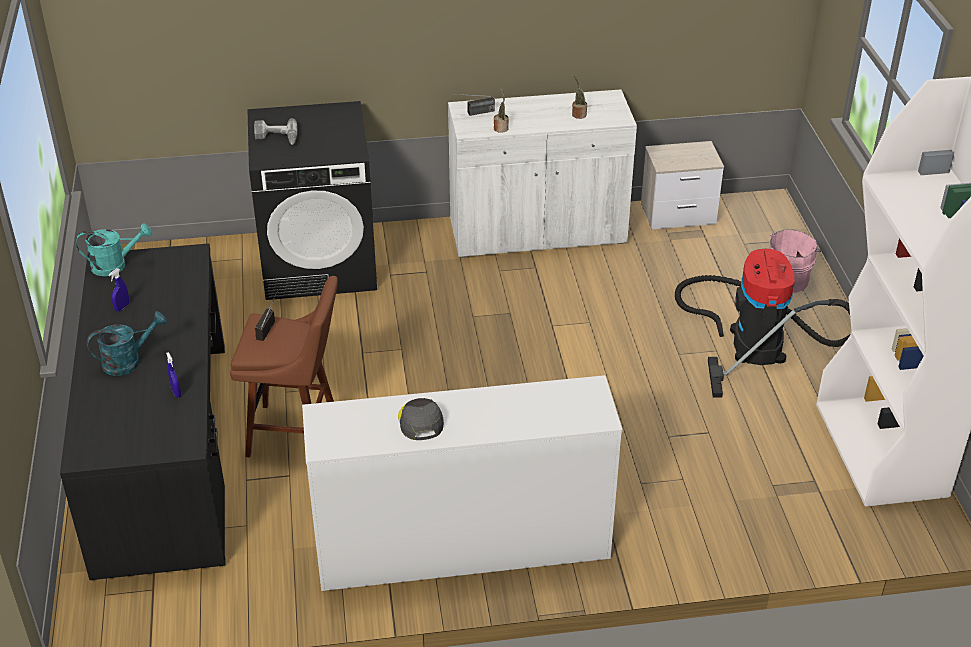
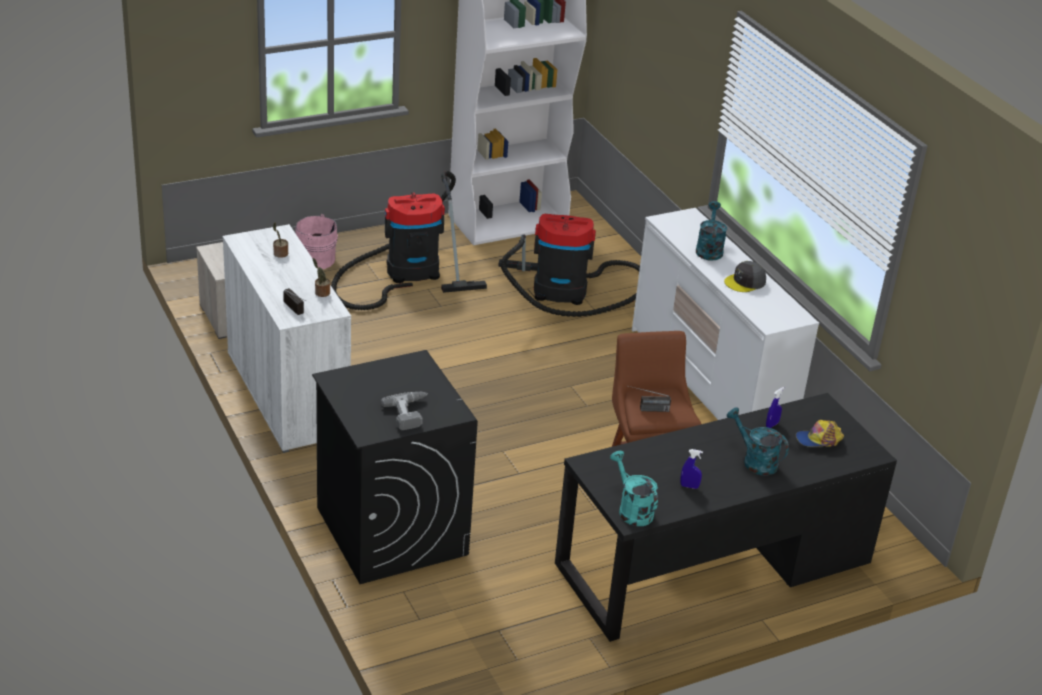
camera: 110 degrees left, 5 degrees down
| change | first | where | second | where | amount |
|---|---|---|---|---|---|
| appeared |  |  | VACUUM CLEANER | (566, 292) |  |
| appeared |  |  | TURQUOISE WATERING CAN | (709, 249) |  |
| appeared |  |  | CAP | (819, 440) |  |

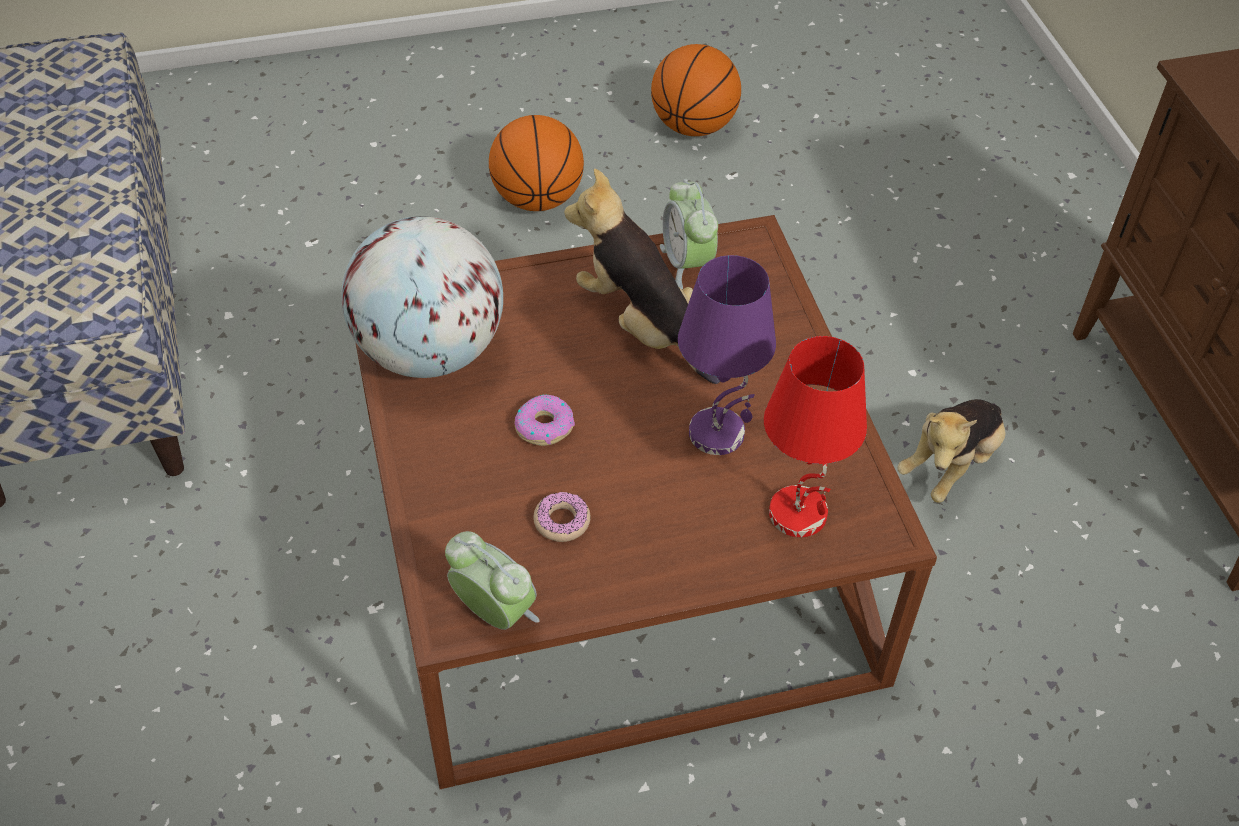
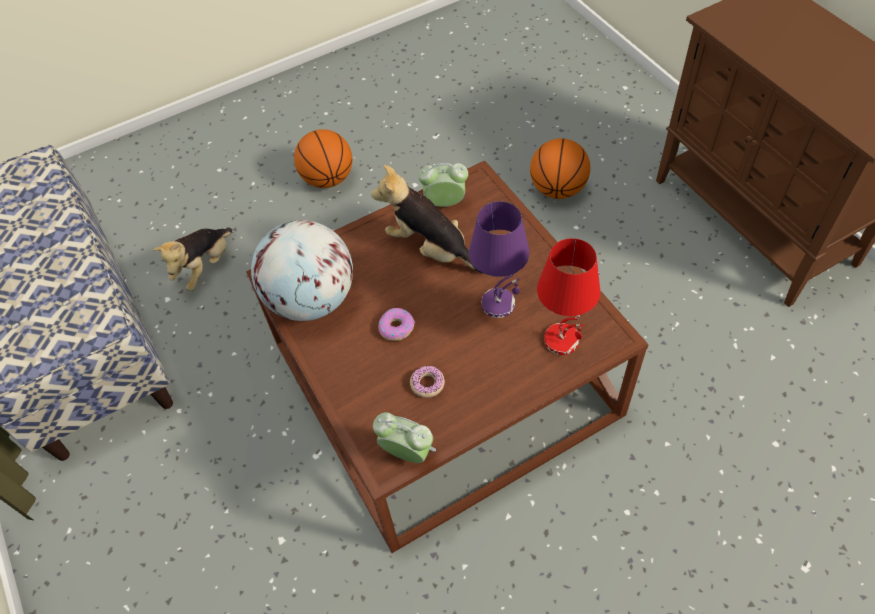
camera: 10 degrees left, 5 degrees up
| change | first | where | second | where | amount |
|---|---|---|---|---|---|
| relocated | BASKETBALL | (693, 126) |  | (557, 189) |  |
| spun | ALARM CLOCK | (687, 263) |  | (445, 203) | 120 degrees clockwise |
| relocated | PLUSH TOY | (951, 464) |  | (205, 267) |  |

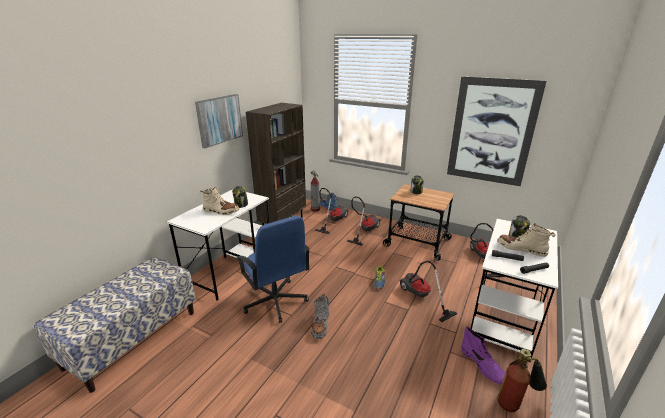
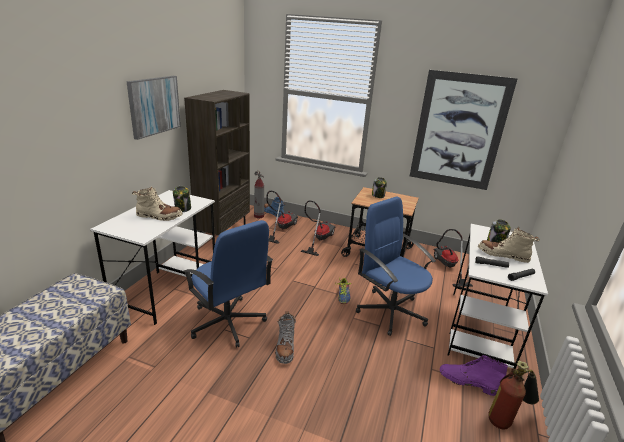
camera: 10 degrees left, 0 degrees up
| change | first | where | second | where | amount |
|---|---|---|---|---|---|
| exchanged | VACUUM CLEANER | (420, 297) | BLUE OFFICE CHAIR | (390, 311) |  |
| spun | PURPLE BOOT | (483, 365) |  | (467, 382) | 150 degrees clockwise |

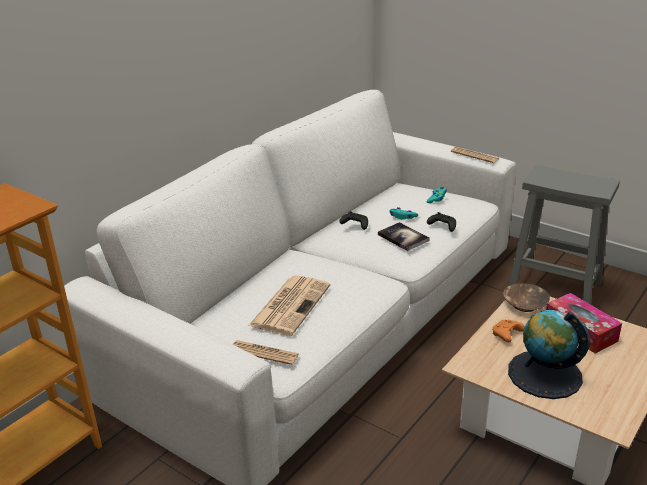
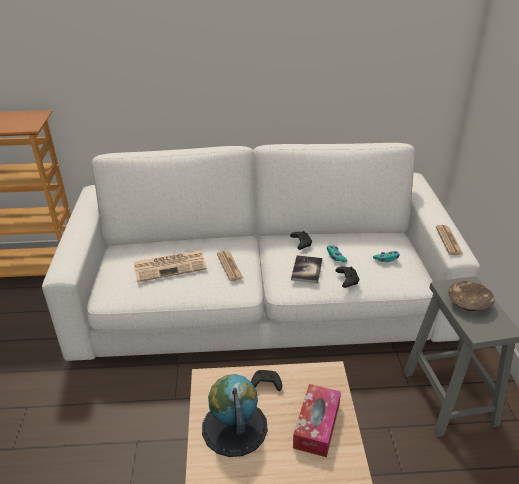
camera: 50 degrees right, 5 degrees up
| change | first | where | second | where | amount |
|---|---|---|---|---|---|
| relocated | NEWSPAPER | (264, 353) |  | (229, 266) |  |
| colour | ORANGE GAME CONTROLLER | (507, 335) | BLACK GAME CONTROLLER | (265, 384) |  |
| relocated | BROWN BOWL | (524, 304) |  | (469, 303) |  |

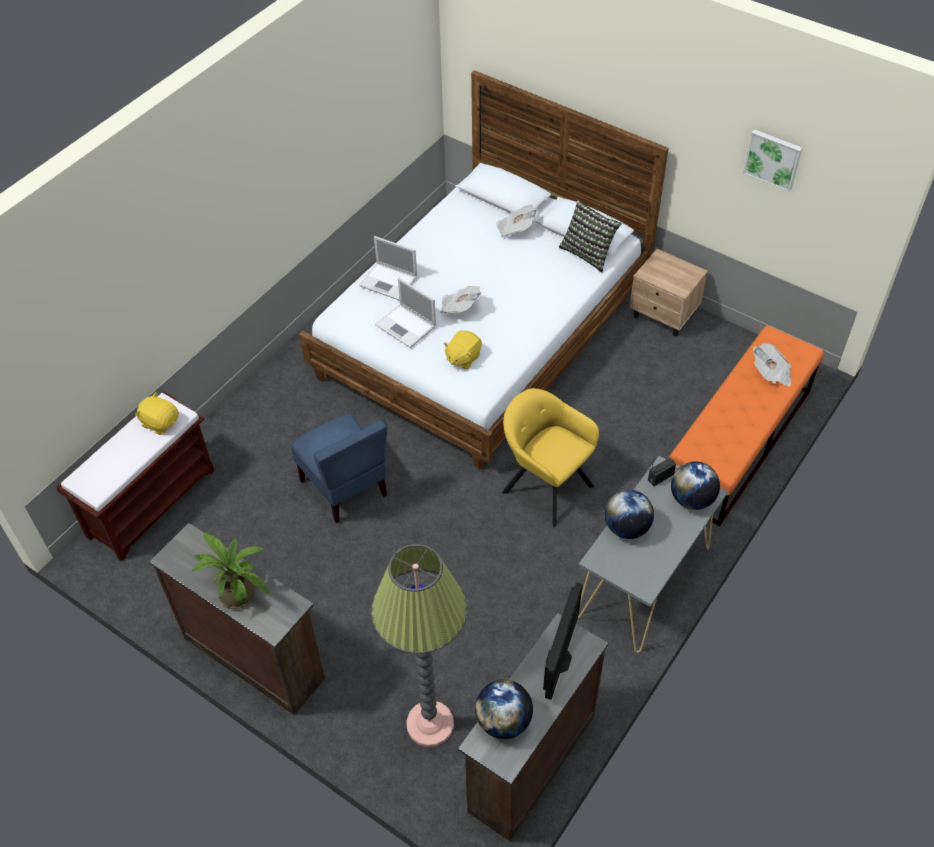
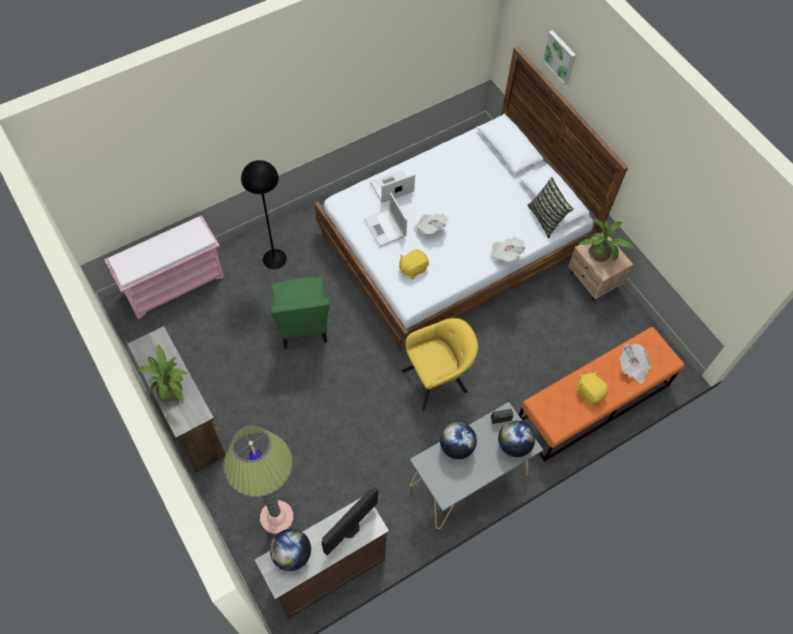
camera: 20 degrees right, 10 degrees up
| change | first | where | second | where | amount |
|---|---|---|---|---|---|
| colour | BROWN BENCH | (152, 502) | PINK BENCH | (175, 284) |  |
| relocated | YELLOW PLUSH TOY | (160, 422) |  | (590, 392) |  |
| colour | BLUE CHAIR | (345, 487) | GREEN CHAIR | (302, 325) |  |
| spun | LAPTOP | (389, 282) |  | (391, 188) | 105 degrees clockwise |
| relocated | NEWSPAPER | (515, 229) |  | (505, 253) |  |
| spun | YELLOW ARMCHAIR | (545, 485) |  | (438, 379) | 90 degrees clockwise |
| relocated | PICTURE | (773, 159) |  | (560, 56) |  |
| appeared |  |  | BLACK FLOOR LAMP | (274, 259) |  |
| appeared |  |  | POTTED PLANT | (601, 255) |  |

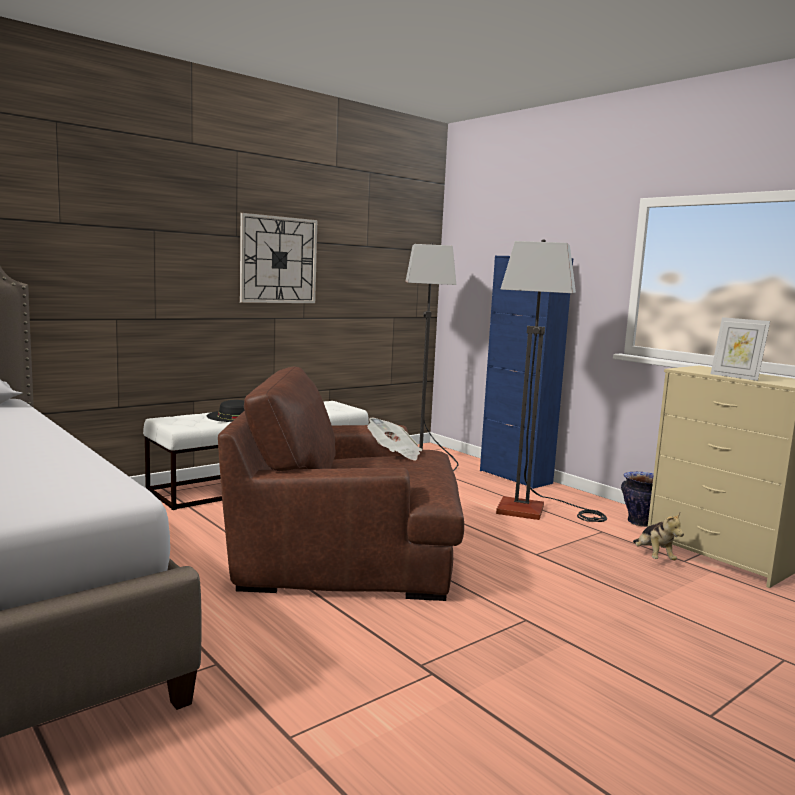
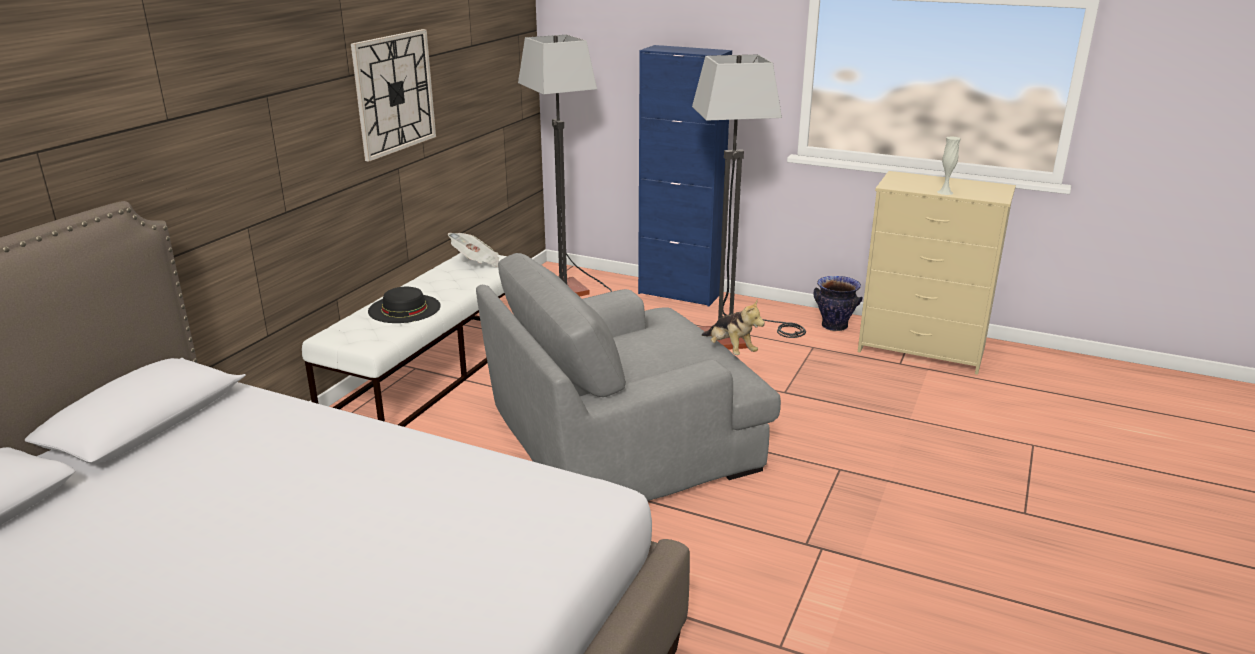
camera: 25 degrees left, 15 degrees up
| change | first | where | second | where | amount |
|---|---|---|---|---|---|
| colour | BROWN ARMCHAIR | (345, 551) | GREY ARMCHAIR | (621, 441) |  |
| relocated | NEWSPAPER | (394, 454) |  | (477, 263) |  |
| relocated | PLUSH TOY | (653, 557) |  | (730, 350) |  |
| exchanged | PICTURE FRAME | (735, 377) | WHITE VASE | (945, 192) |  |

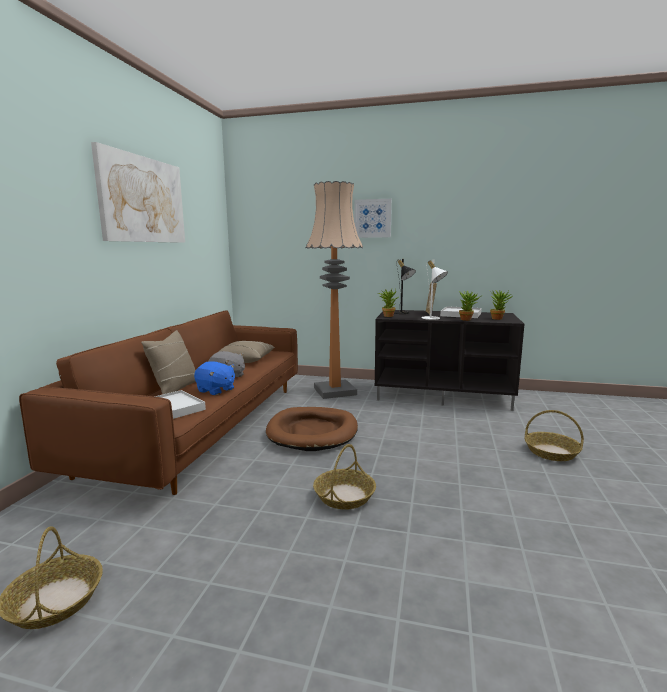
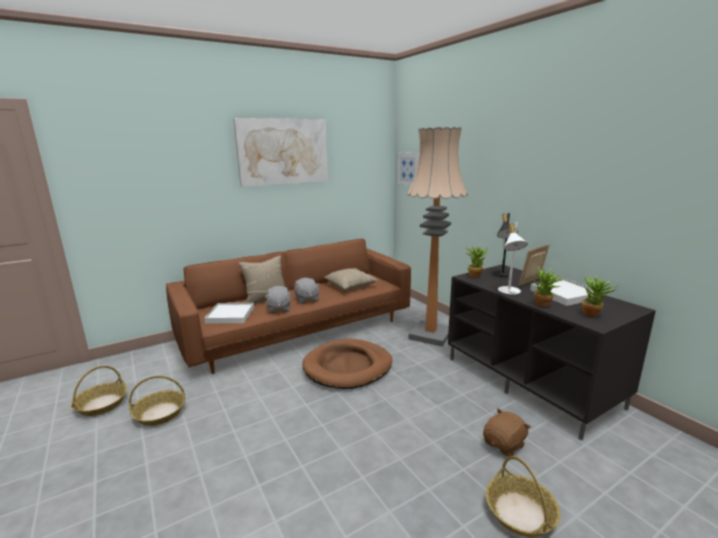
camera: 45 degrees right, 5 degrees up
| change | first | where | second | where | amount |
|---|---|---|---|---|---|
| colour | BLUE PLUSH TOY | (216, 390) | GREY PLUSH TOY | (279, 309) |  |
| relocated | BASKET | (344, 496) |  | (160, 413) |  |
| relocated | PICTURE | (372, 218) |  | (408, 168) |  |
| appeared |  |  | BROWN PLUSH TOY | (504, 445) |  |

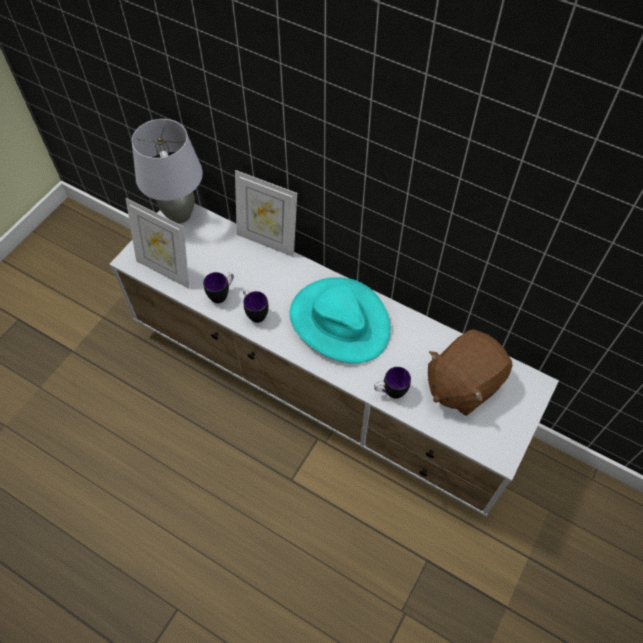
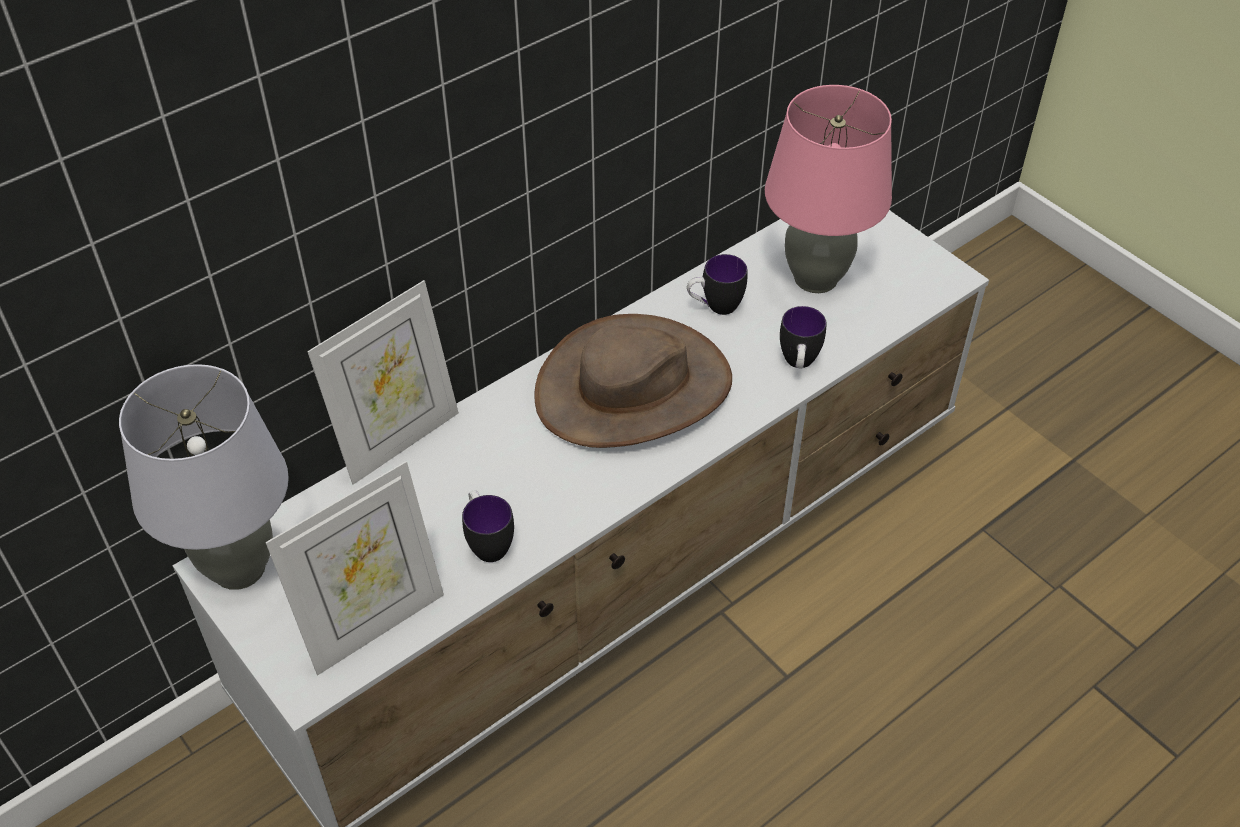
camera: 70 degrees left, 10 degrees down
| change | first | where | second | where | amount |
|---|---|---|---|---|---|
| relocated | MUG | (255, 313) |  | (714, 307) |  |
| colour | TURQUOISE HAT | (339, 322) | BROWN HAT | (633, 389) |  |
| exchanged | BROWN PLUSH TOY | (462, 384) | PINK TABLE LAMP | (815, 278) |  |

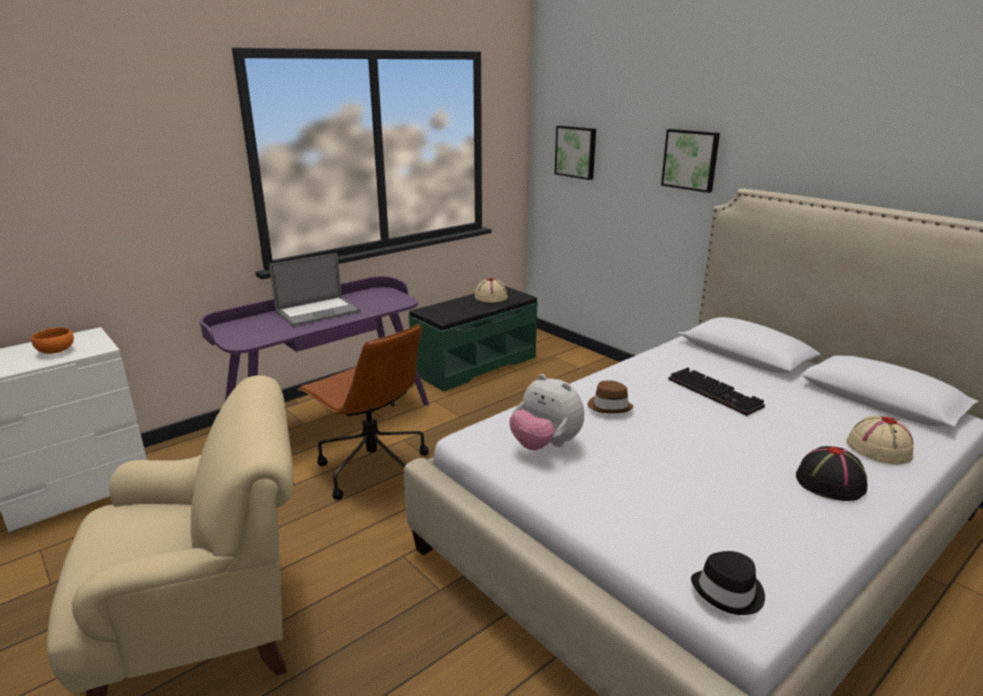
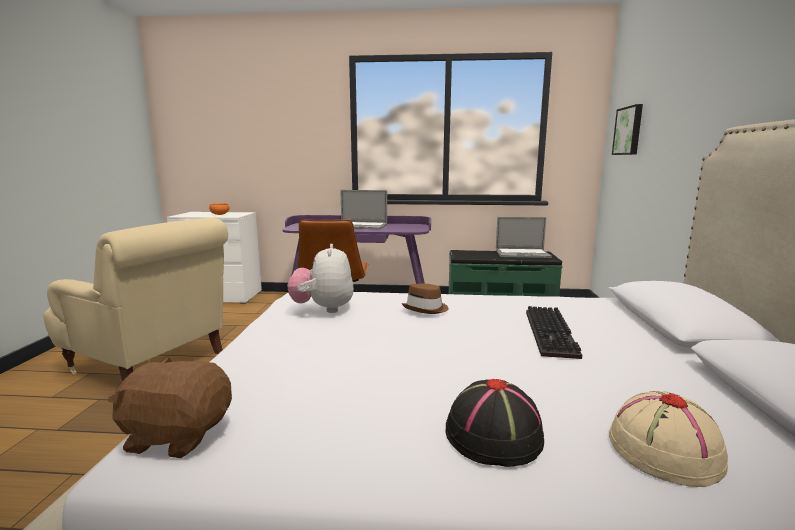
camera: 45 degrees right, 10 degrees down
| change | first | where | second | where | amount |
|---|---|---|---|---|---|
| exchanged | BEIGE HAT | (491, 297) | LAPTOP | (522, 254) |  |
| missing | PICTURE | (691, 160) |  |  |  |
| exchanged | BLACK HAT | (729, 592) | BROWN PLUSH TOY | (178, 435) |  |

